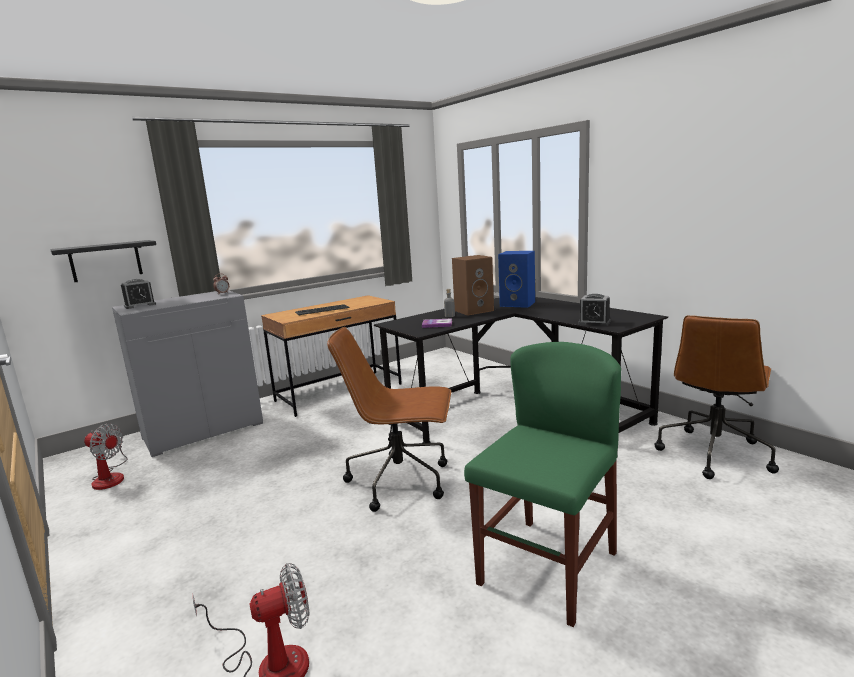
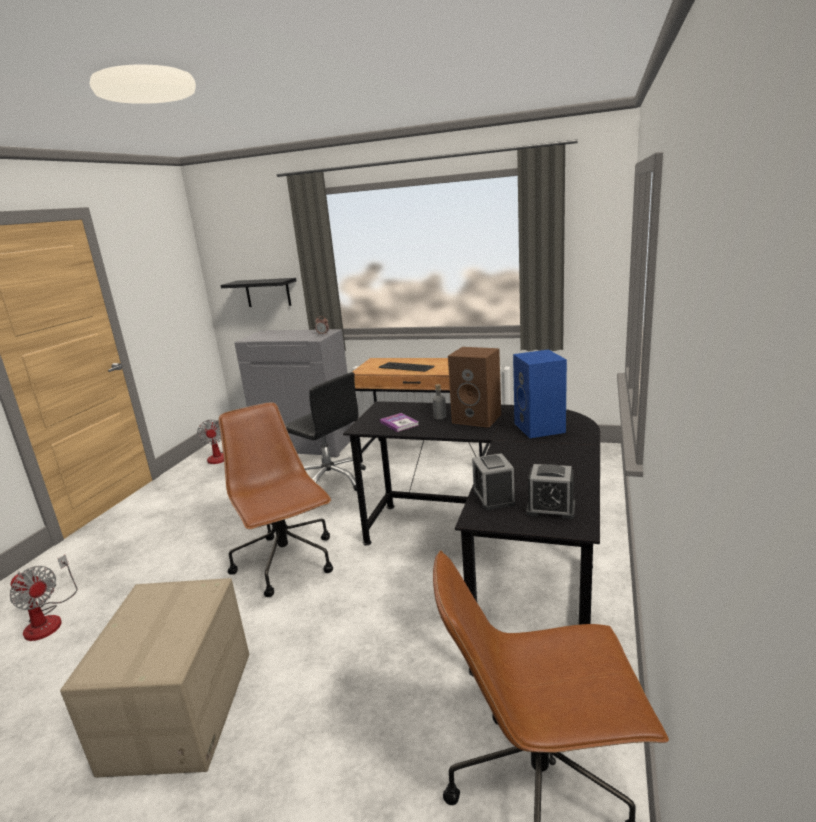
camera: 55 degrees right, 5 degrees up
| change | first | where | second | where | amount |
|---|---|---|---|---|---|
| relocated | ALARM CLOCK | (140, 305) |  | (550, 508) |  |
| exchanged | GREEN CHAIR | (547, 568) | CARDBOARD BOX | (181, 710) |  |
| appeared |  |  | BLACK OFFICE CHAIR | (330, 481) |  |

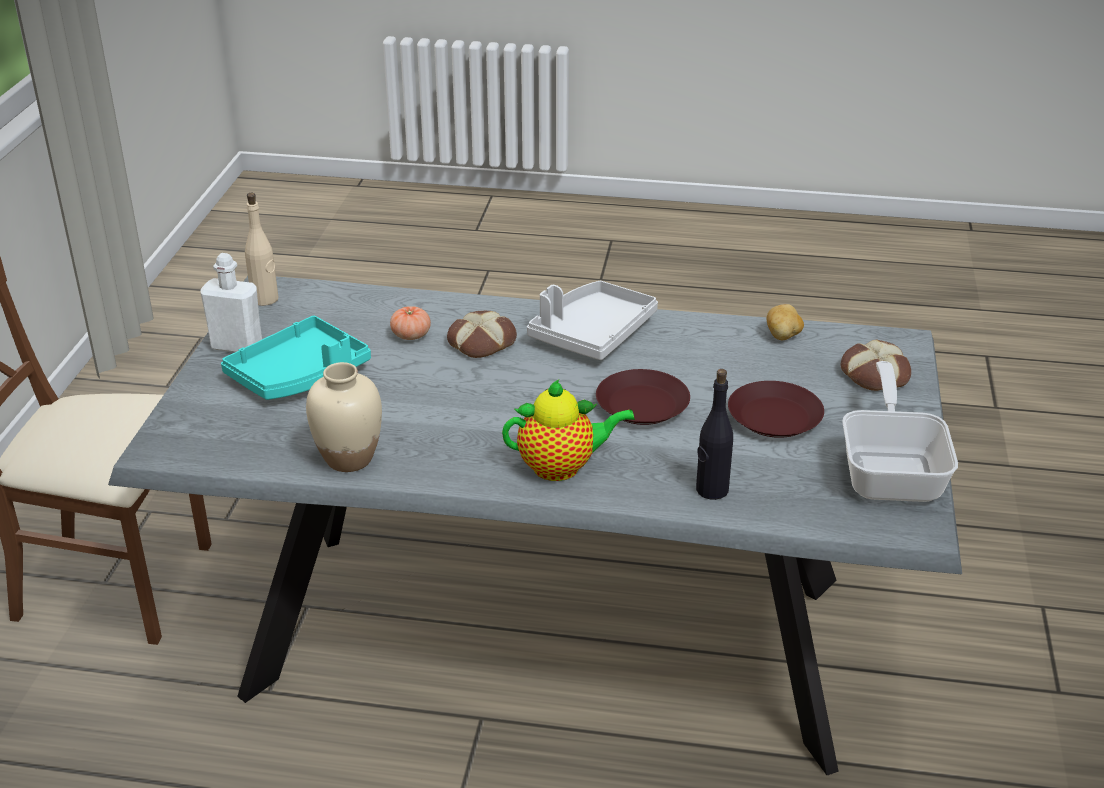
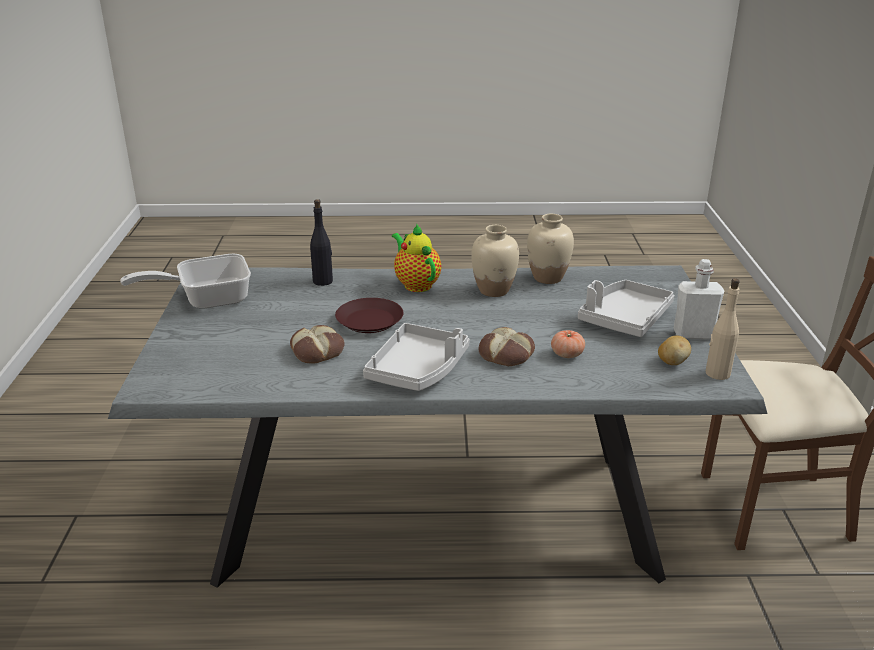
camera: 170 degrees right, 5 degrees down
| change | first | where | second | where | amount |
|---|---|---|---|---|---|
| colour | TURQUOISE TRAY | (299, 375) | GREY TRAY | (624, 318) |  |
| spun | TEAPOT | (562, 467) |  | (416, 284) | 75 degrees clockwise |
| missing | BROWN PLATE | (775, 417) |  |  |  |
| relocated | POTATO | (783, 336) |  | (672, 362) |  |
| relocated | BREAD | (873, 374) |  | (318, 350) |  |
| spun | FRYING PAN | (891, 471) |  | (206, 299) | 75 degrees clockwise |
| appeared |  |  | BEIGE VASE | (494, 290) |  |

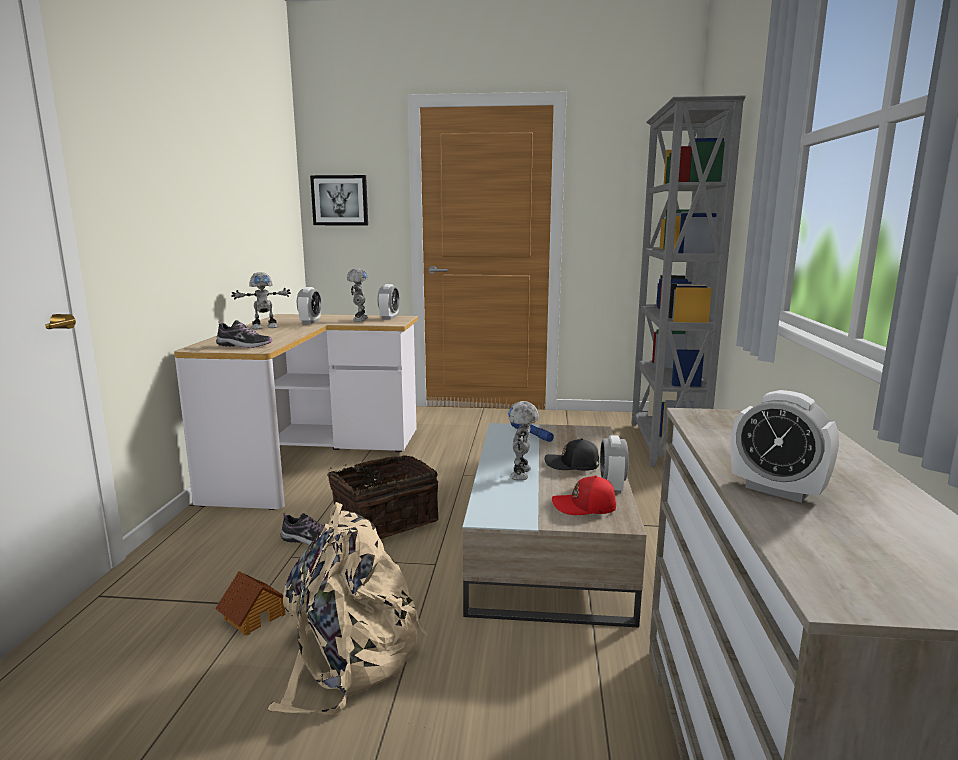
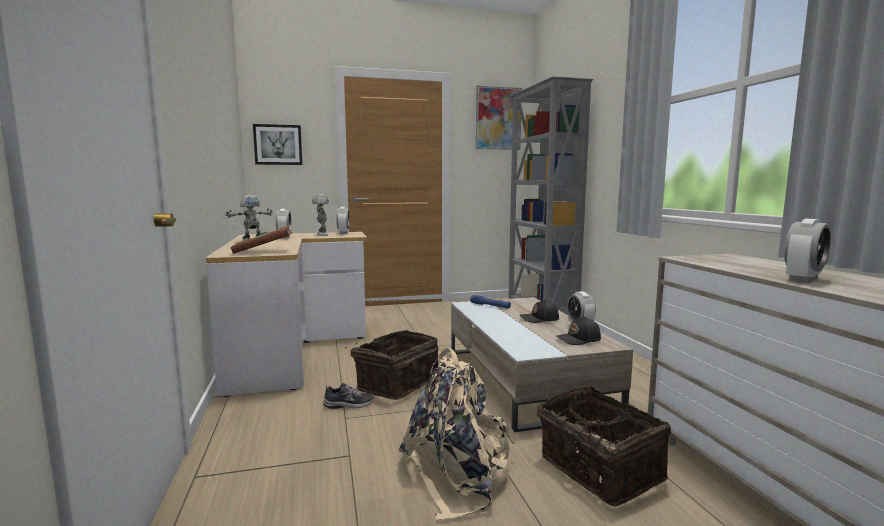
camera: 20 degrees left, 5 degrees down
| change | first | where | second | where | amount |
|---|---|---|---|---|---|
| missing | TOY HOUSE | (254, 616) |  |  |  |
| exchanged | SHOE | (244, 345) | BROWN BOOK | (263, 251) |  |
| missing | TOY ROBOT | (522, 474) |  |  |  |
| colour | RED CAP | (585, 507) | BLACK CAP | (578, 340) |  |
| spun | ALARM CLOCK | (777, 490) |  | (803, 279) | 60 degrees counterclockwise |
| appeared |  |  | PICTURE | (498, 118) |  |
| appeared |  |  | BASKET | (598, 470) |  |

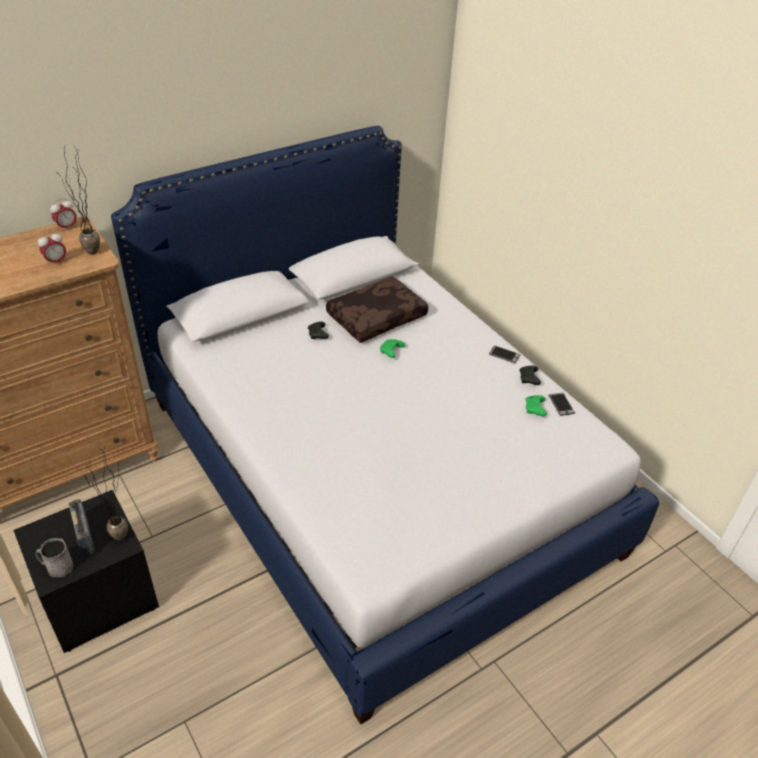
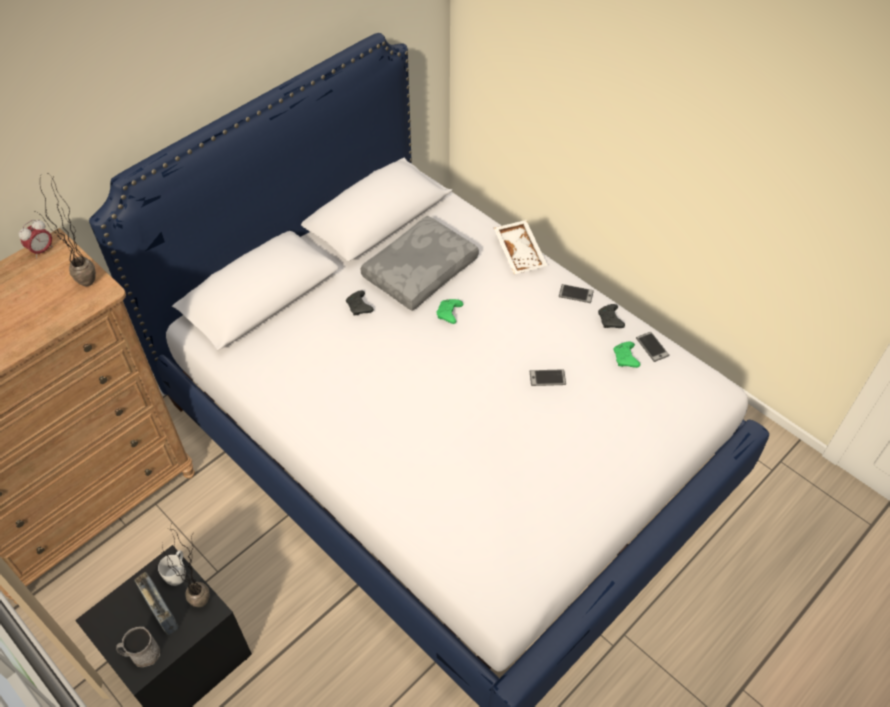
camera: 10 degrees left, 10 degrees up
| change | first | where | second | where | amount |
|---|---|---|---|---|---|
| missing | ALARM CLOCK | (56, 261) |  |  |  |
| colour | BROWN PILLOW | (376, 316) | GREY PILLOW | (419, 270) |  |
| appeared |  |  | WHITE MUG | (177, 572) |  |
| appeared |  |  | WHITE TRAY | (521, 252) |  |
| appeared |  |  | PHONE | (547, 378) |  |

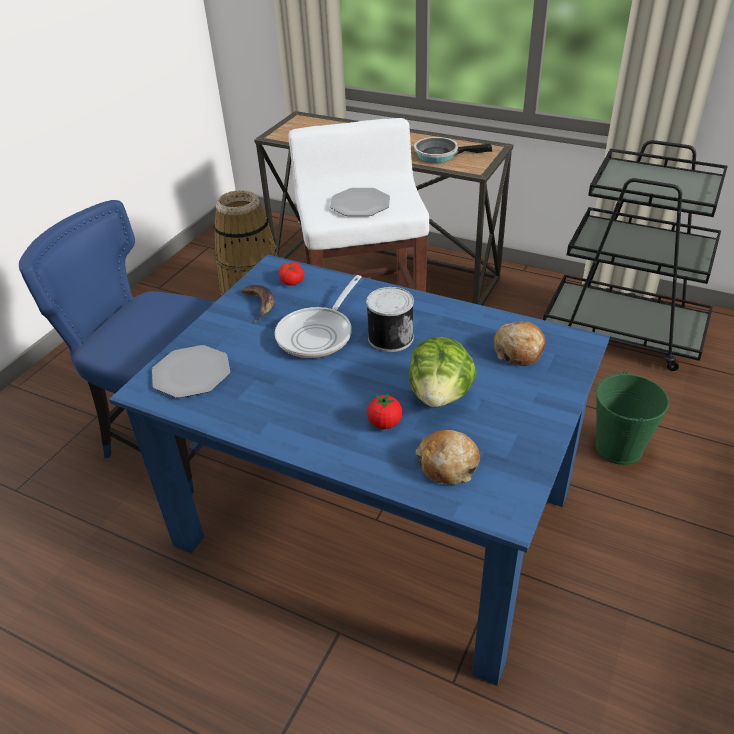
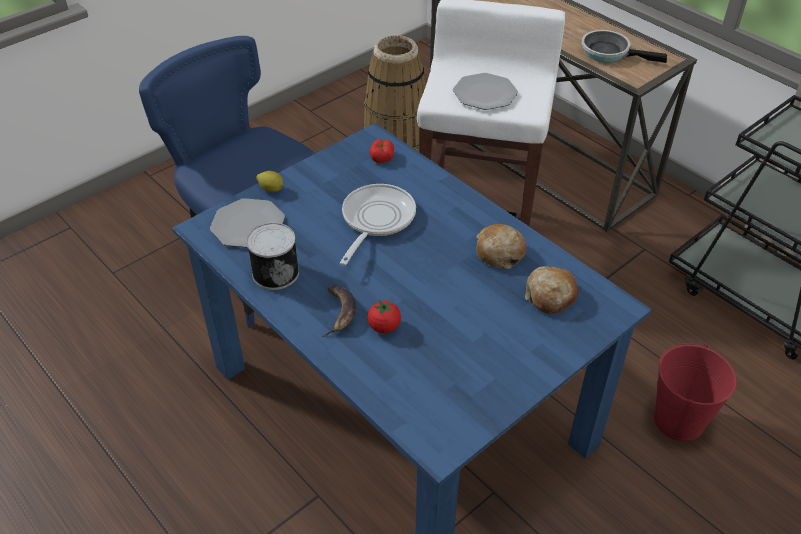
camera: 20 degrees right, 5 degrees up
| change | first | where | second | where | amount |
|---|---|---|---|---|---|
| relocated | BANANA | (259, 304) |  | (339, 312) |  |
| spun | FRYING PAN | (318, 334) |  | (375, 220) | 150 degrees clockwise |
| relocated | CAN | (390, 337) |  | (275, 272) |  |
| missing | LETTUCE | (440, 395) |  |  |  |
| relocated | BREAD | (447, 464) |  | (499, 253) |  |
| colour | GREEN BUCKET | (619, 447) | RED BUCKET | (679, 420) |  |
| appeared |  |  | LEMON | (271, 189) |  |

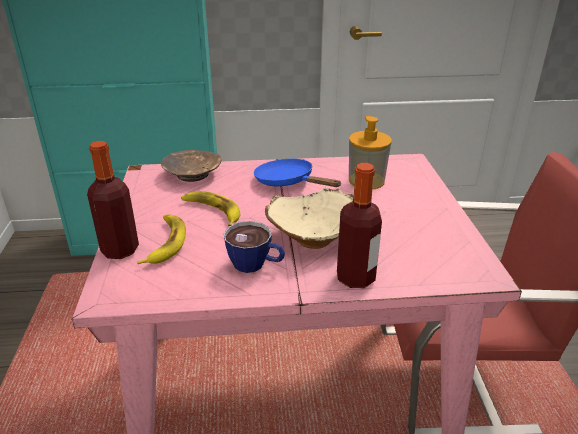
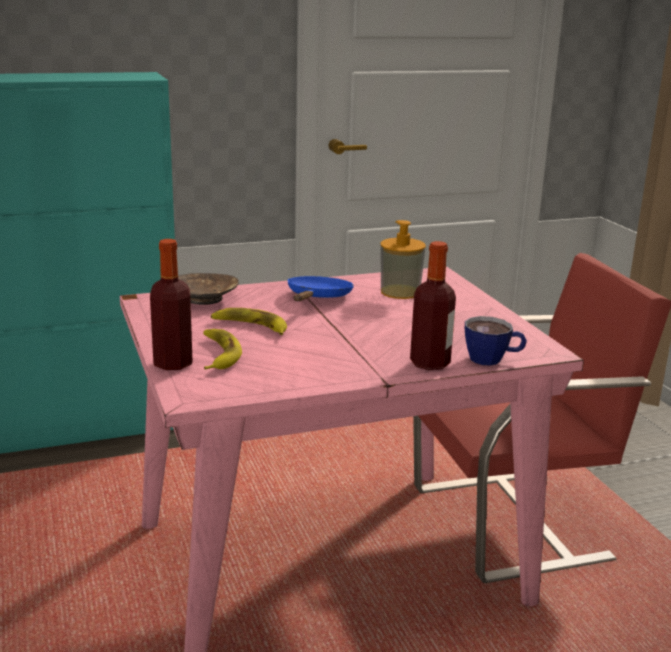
camera: 15 degrees left, 10 degrees down
| change | first | where | second | where | amount |
|---|---|---|---|---|---|
| relocated | CUP | (256, 265) |  | (493, 359) |  |
| spun | BLUE FRYING PAN | (288, 182) |  | (317, 298) | 75 degrees clockwise |
| missing | BEIGE BOWL | (312, 237) |  |  |  |

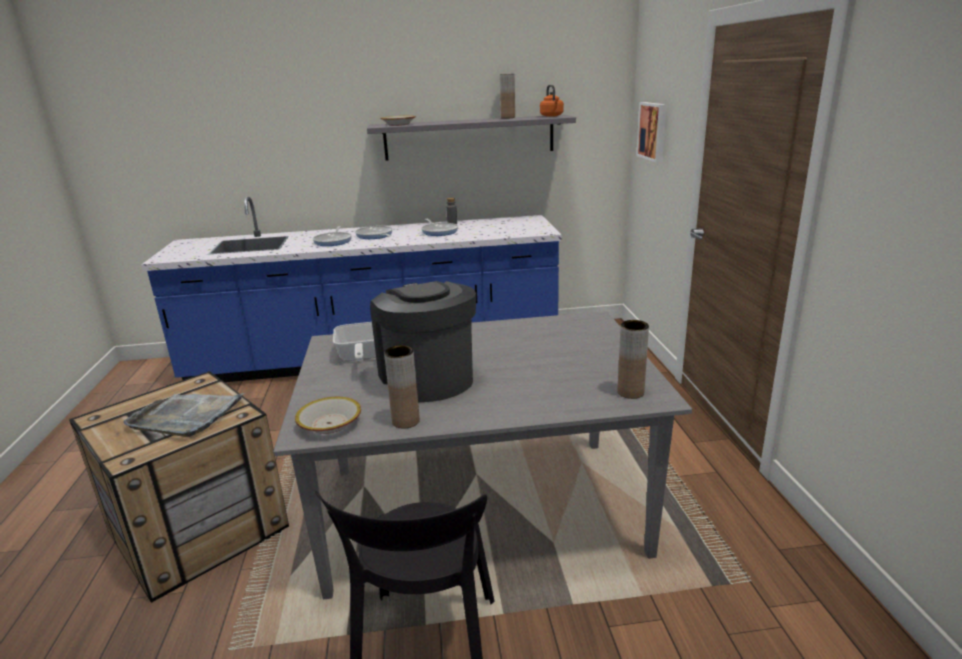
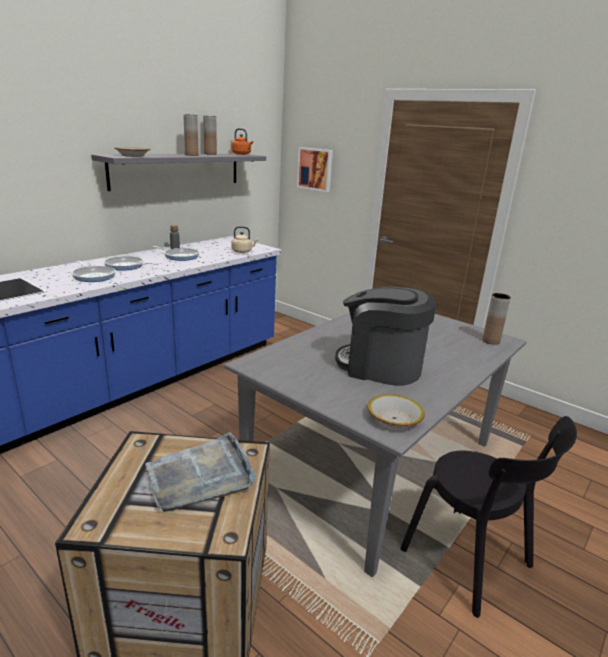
camera: 45 degrees left, 0 degrees up
| change | first | where | second | where | amount |
|---|---|---|---|---|---|
| missing | FRYING PAN | (360, 357) |  |  |  |
| relocated | BROWN VASE | (406, 421) |  | (191, 155) |  |
| appeared |  |  | BEIGE KETTLE | (243, 251) |  |

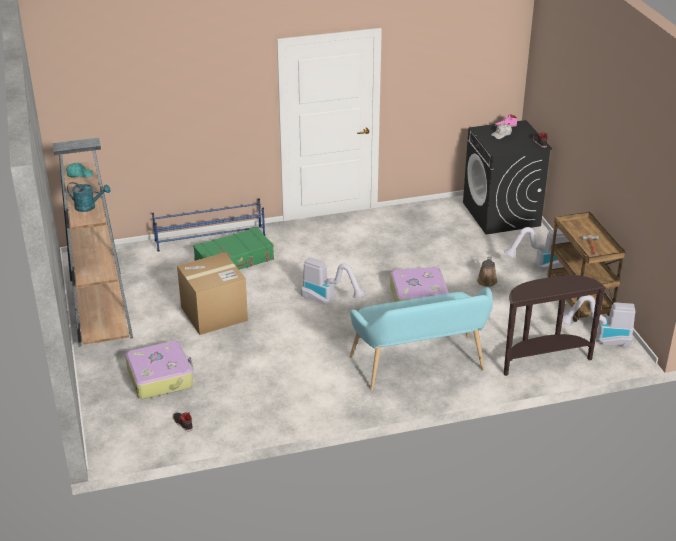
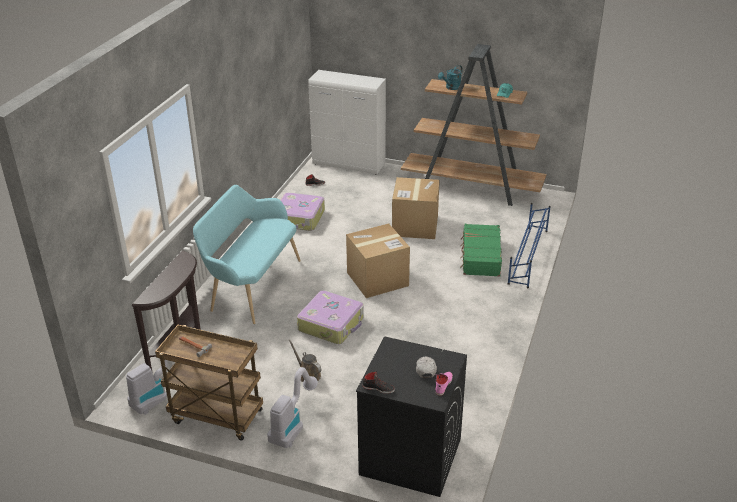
camera: 125 degrees right, 0 degrees up
| change | first | where | second | where | amount |
|---|---|---|---|---|---|
| relocated | SUITCASE | (161, 377) |  | (299, 218) |  |
| exchanged | VACUUM CLEANER | (329, 300) | CARDBOARD BOX | (377, 279) |  |
| appeared |  |  | WHITE CABINET | (349, 164) |  |

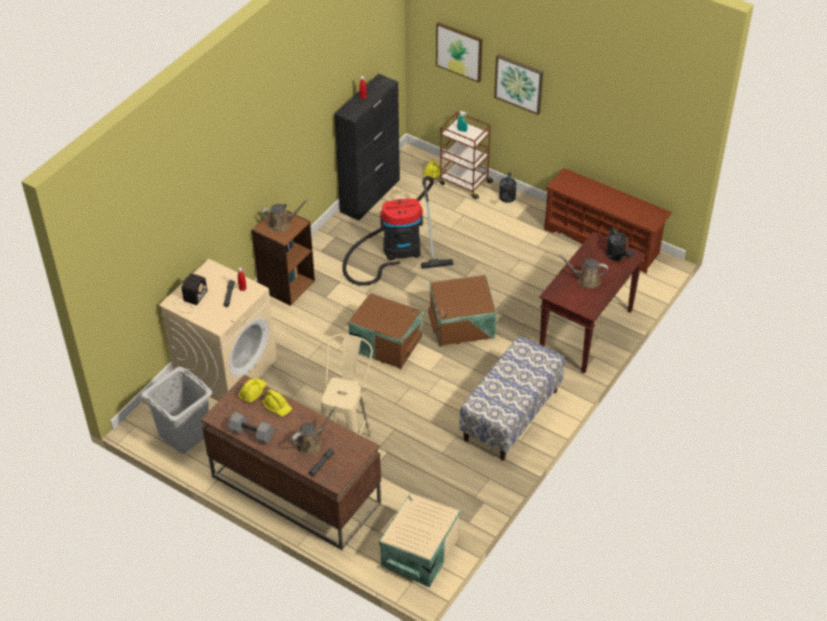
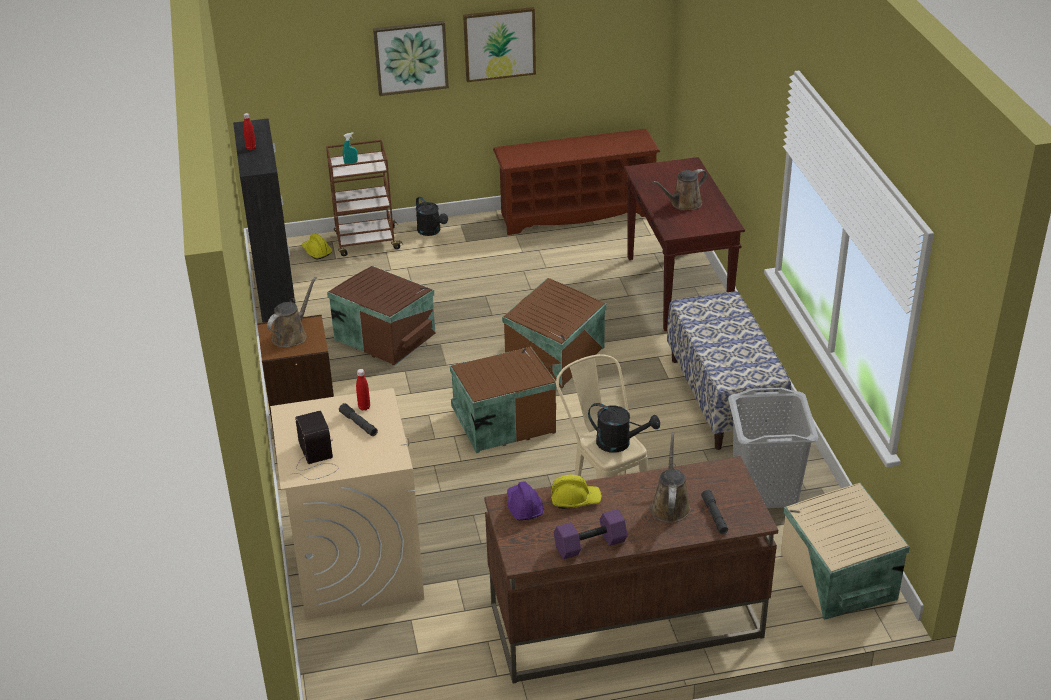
camera: 45 degrees left, 10 degrees down
| change | first | where | second | where | amount |
|---|---|---|---|---|---|
| relocated | GREY LAUNDRY BASKET | (184, 434) |  | (764, 490) |  |
| colour | GREY DUMBBELL | (251, 433) | PURPLE DUMBBELL | (590, 546) |  |
| colour | YELLOW HARD HAT | (252, 392) | PURPLE HARD HAT | (524, 506) |  |
| exchanged | VACUUM CLEANER | (397, 250) | BROWN STORAGE BOX | (385, 336) |  |
| relocated | PICTURE | (459, 51) |  | (499, 44) |  |
| relocated | BLACK WATERING CAN | (617, 256) |  | (619, 443) |  |

